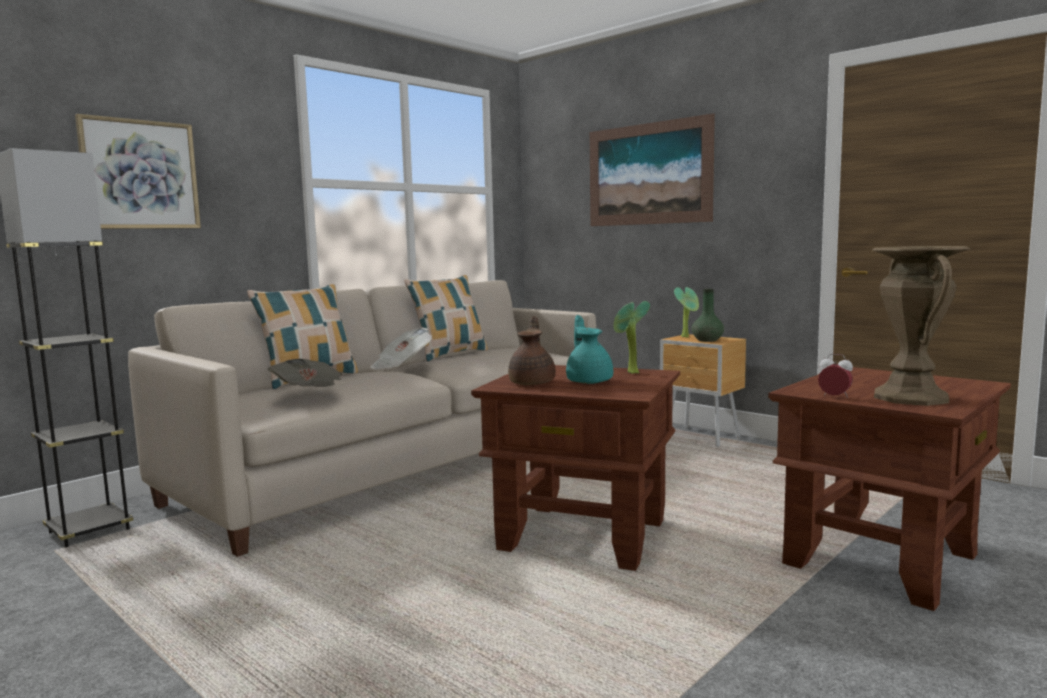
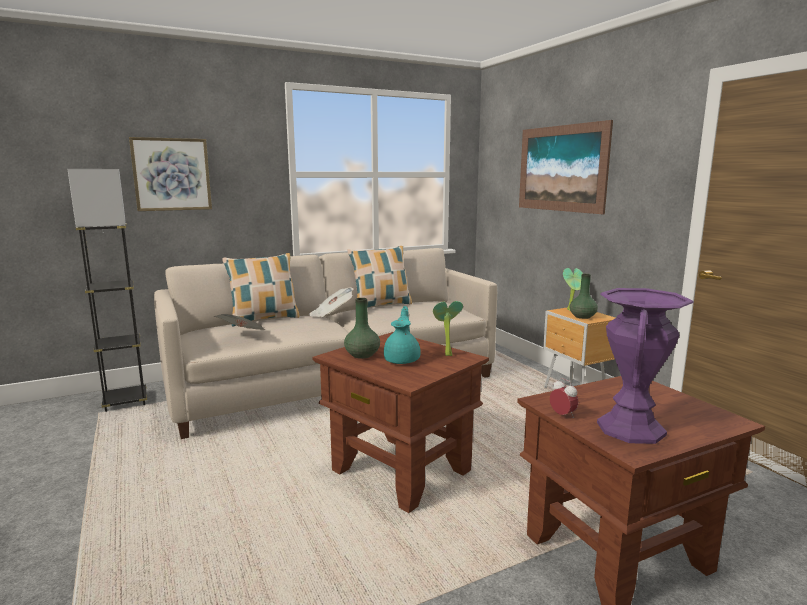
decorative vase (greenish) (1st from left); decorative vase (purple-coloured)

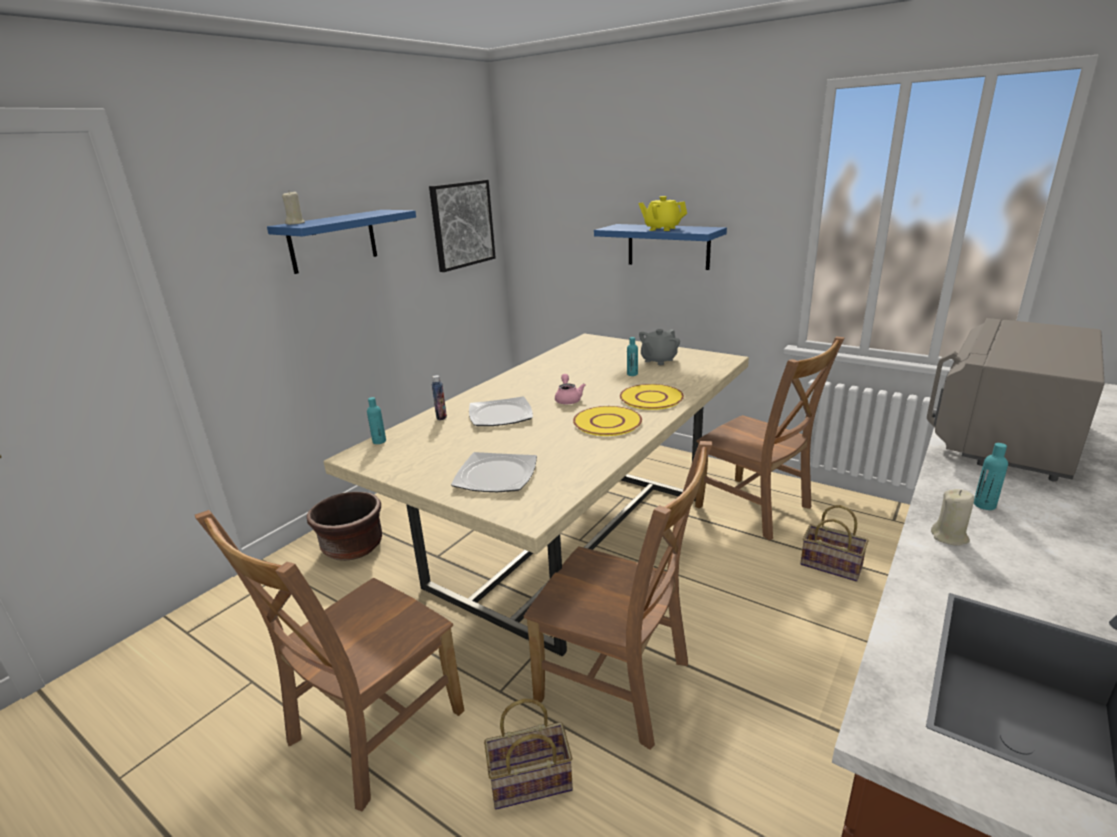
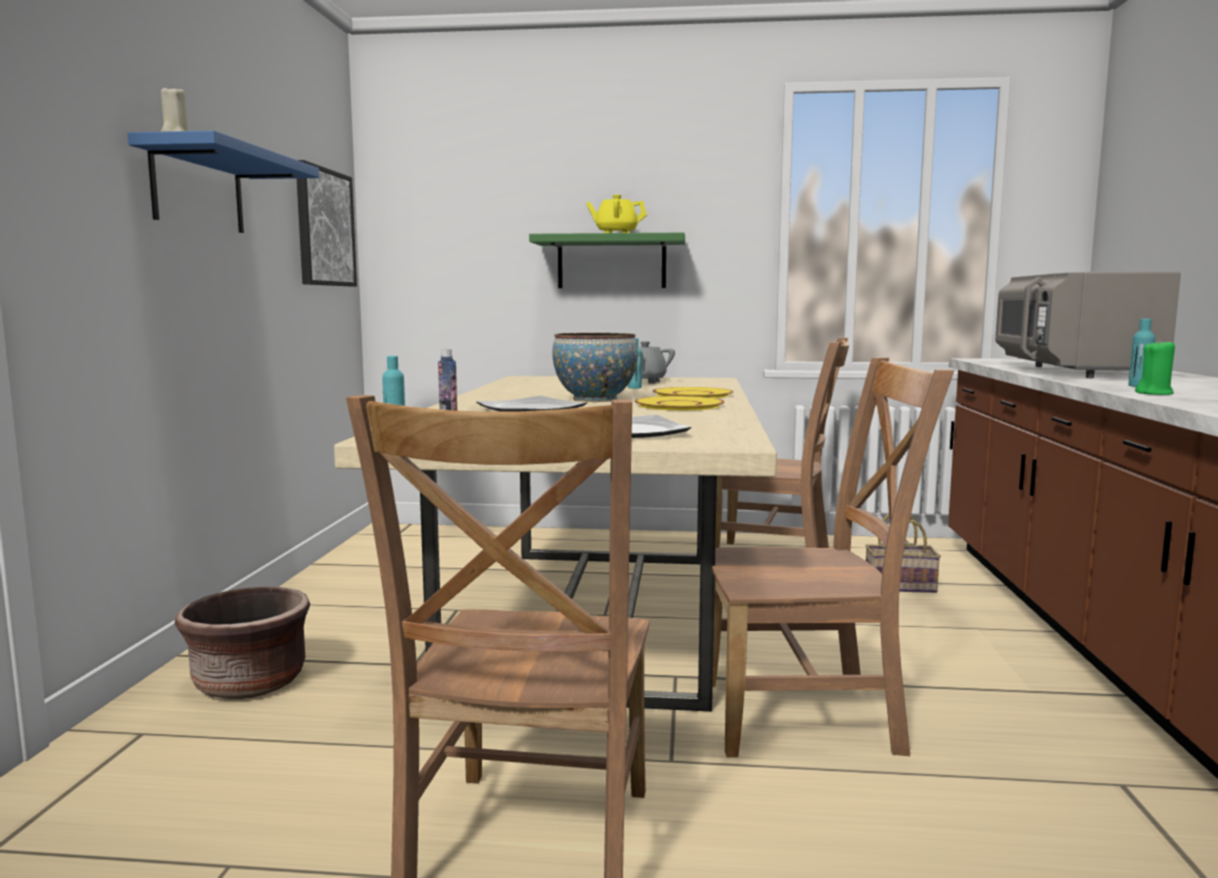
shelf (greenish); deep dish; wax candle (greenish); basket (1st from left in the first image)

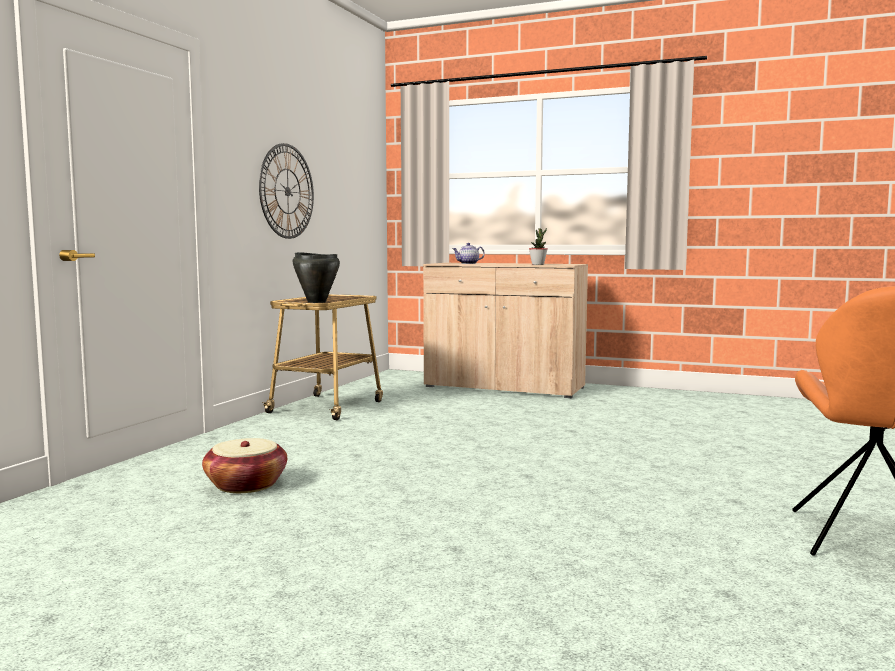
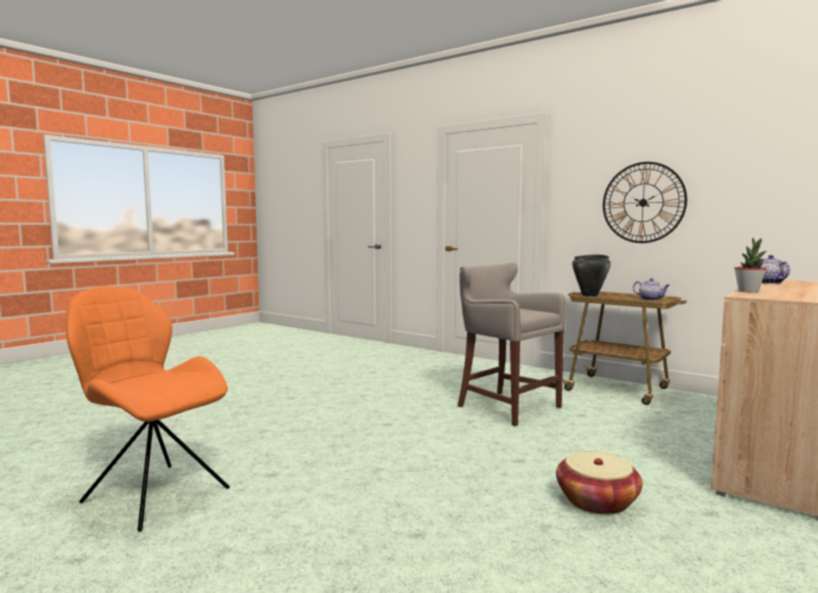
stool seat (greyish); basket; pot for tea (1st from left)

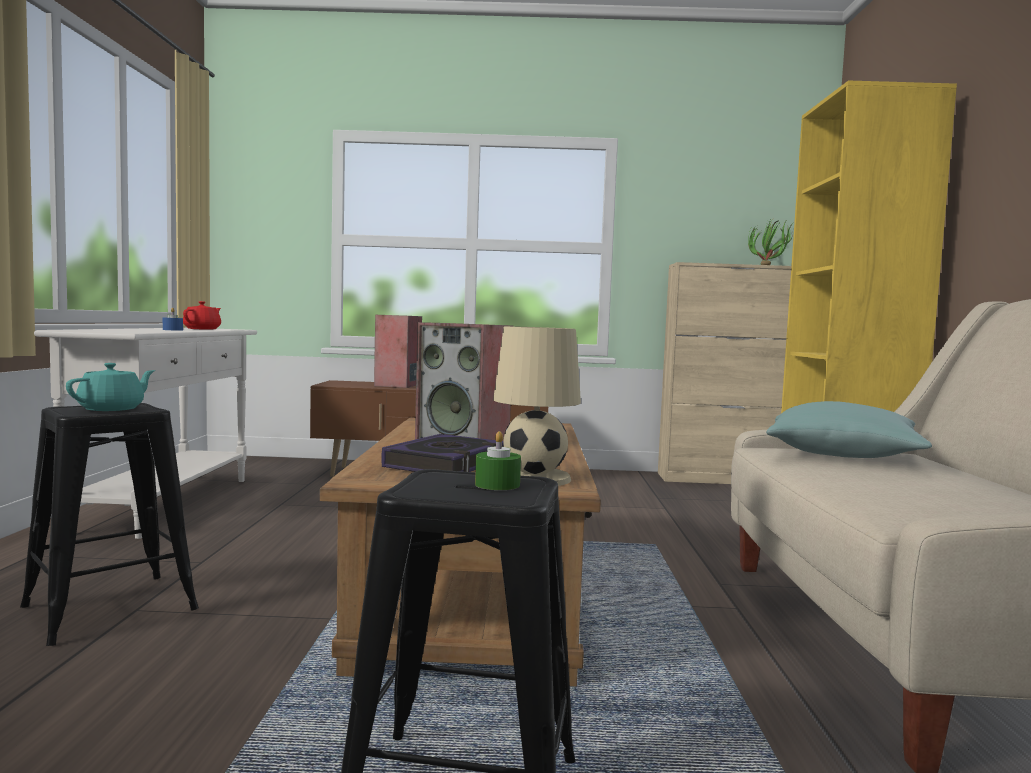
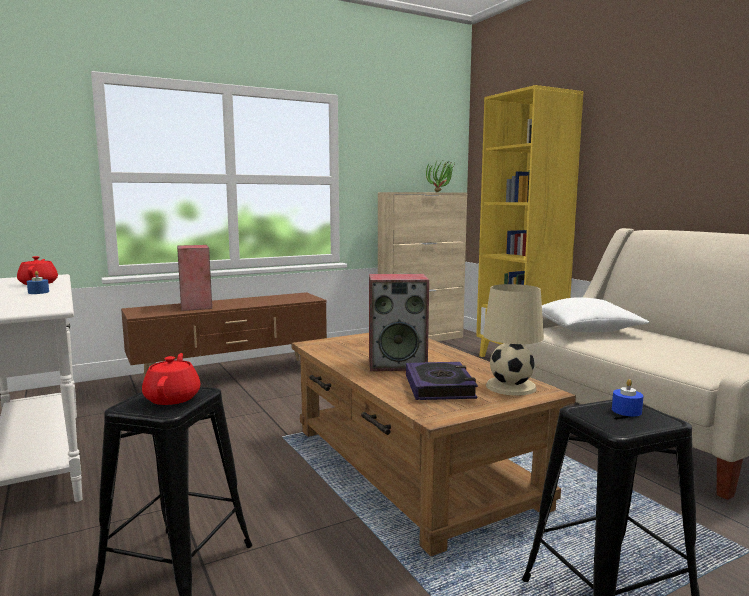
pot for tea (red-coloured) (2nd from left); pillow (white); wax candle (blue-coloured) (2nd from left)

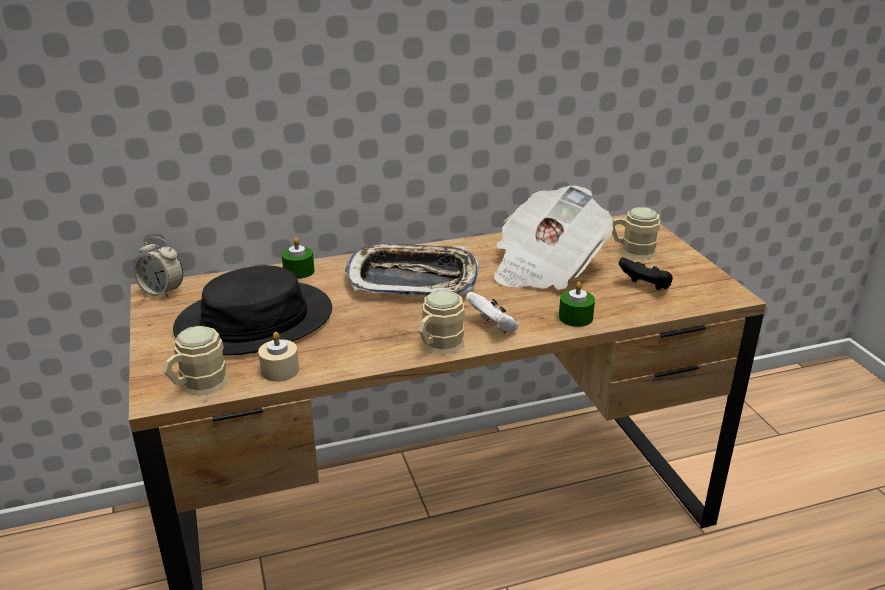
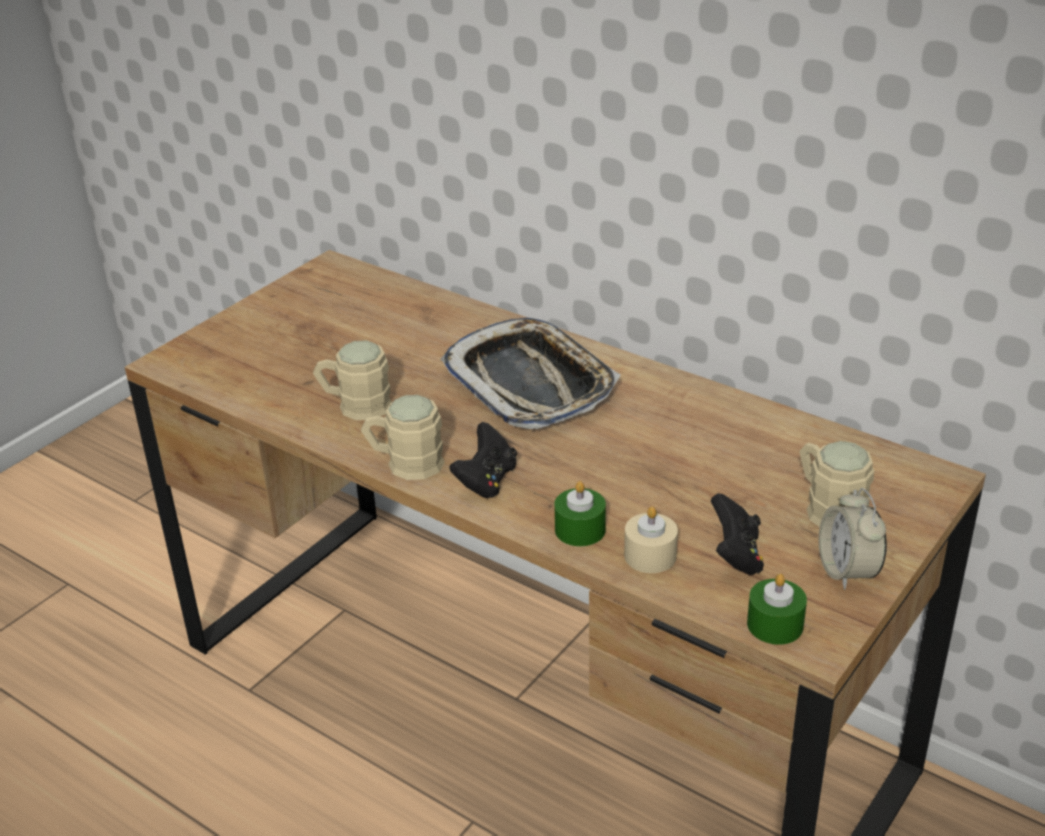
tea mug (beige-coloured) (1st from left); game controller (blackish) (1st from left); wax candle (beige-coloured); wax candle (greenish) (2nd from left); bedside clock; clothing hat (blackish); printed paper

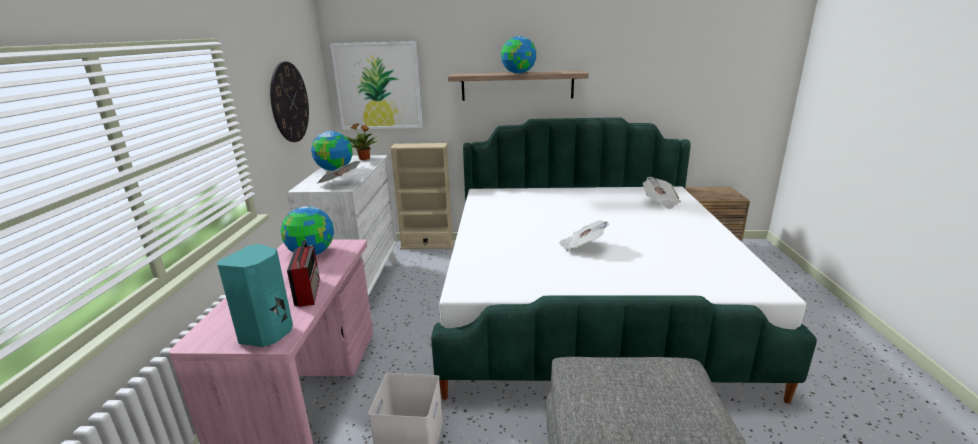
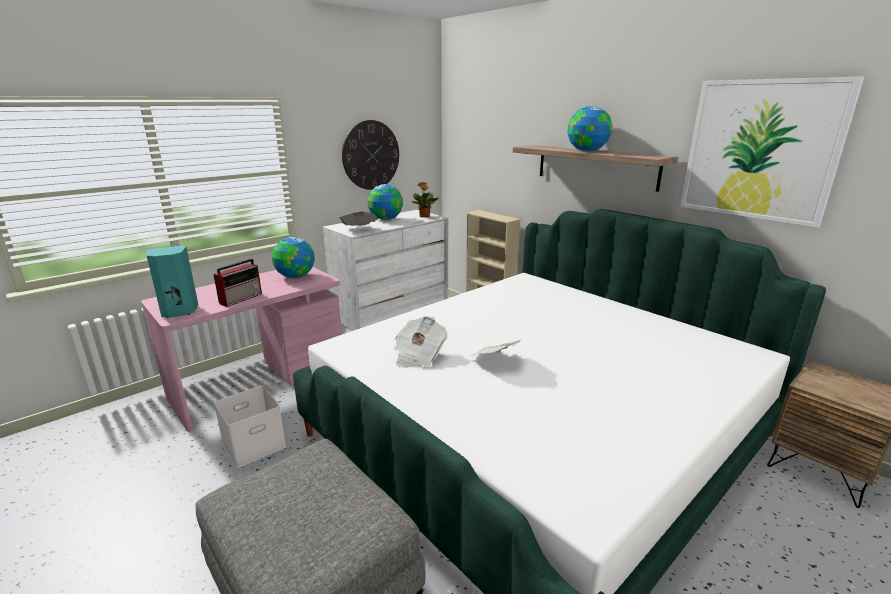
printed paper (2nd from left); wall picture

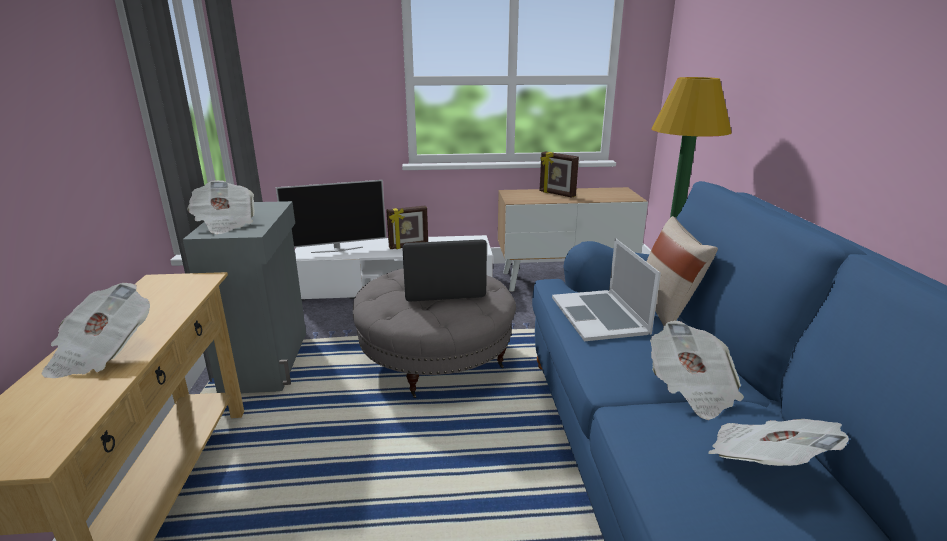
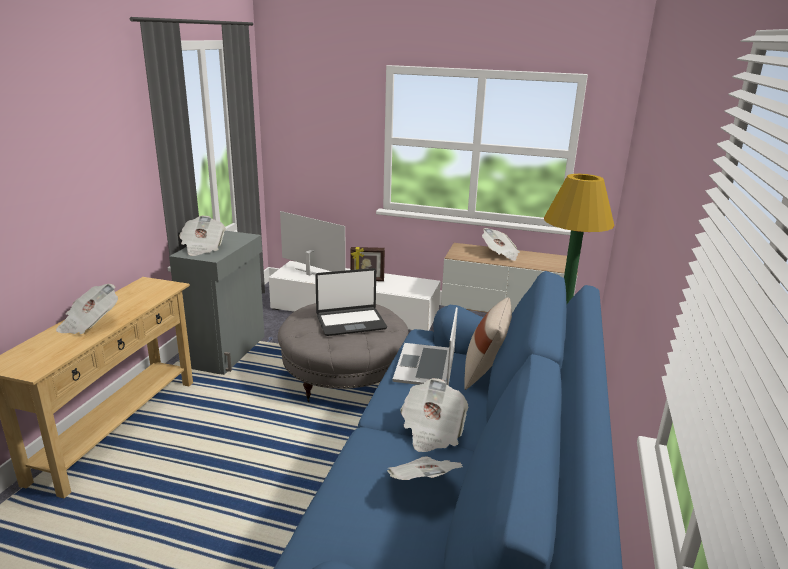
television; notebook computer (1st from left); printed paper (5th from left)

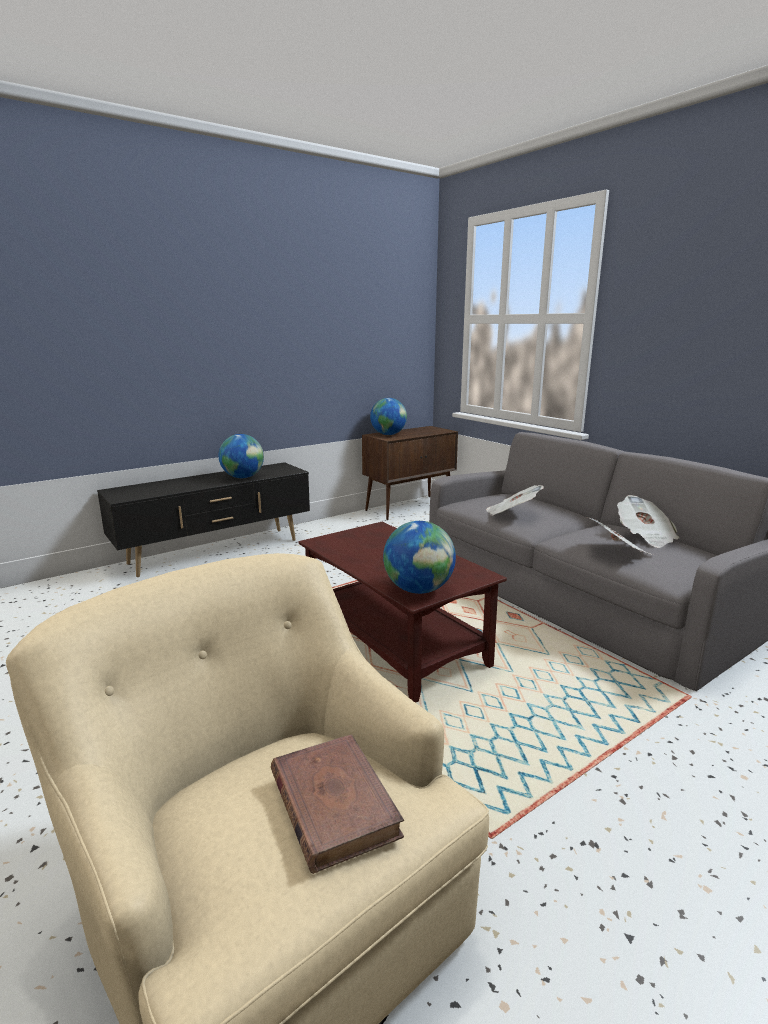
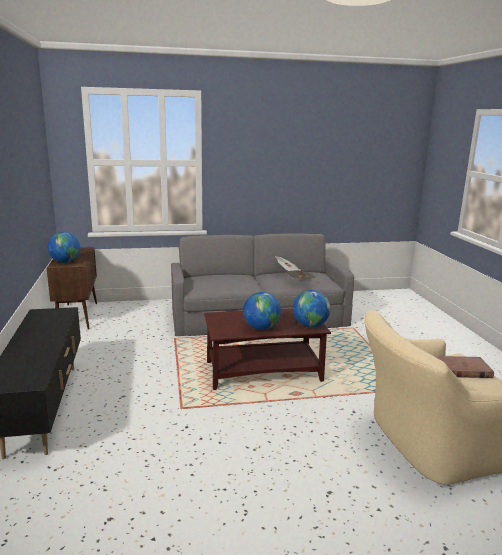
desk globe (2nd from left); printed paper (1st from left in the first image)

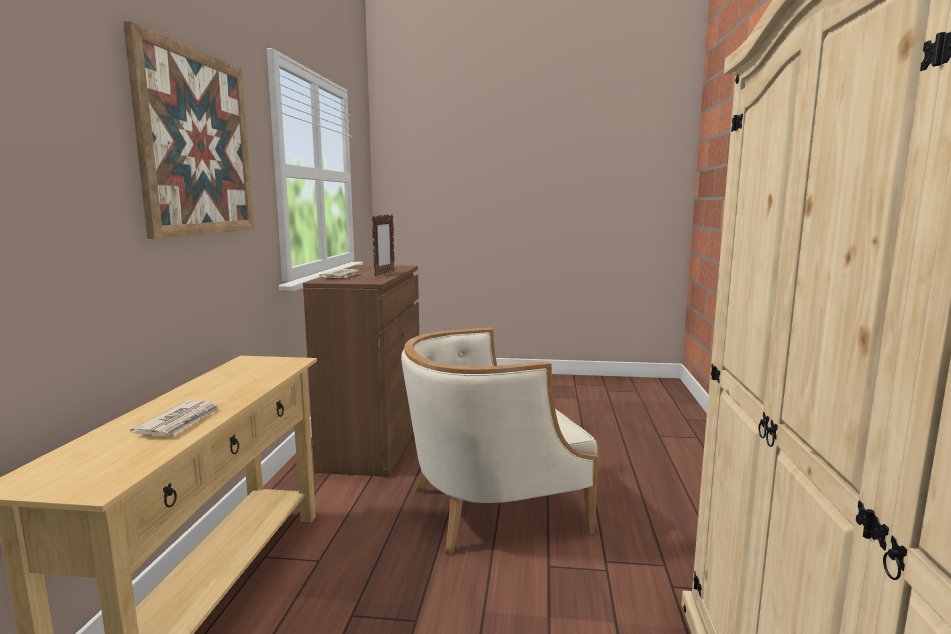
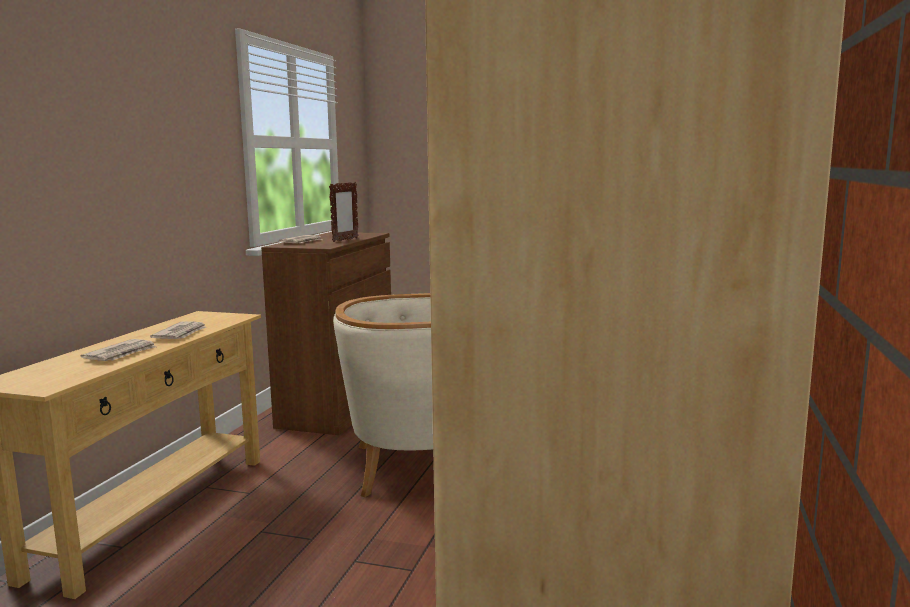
printed paper (2nd from left); wall picture

